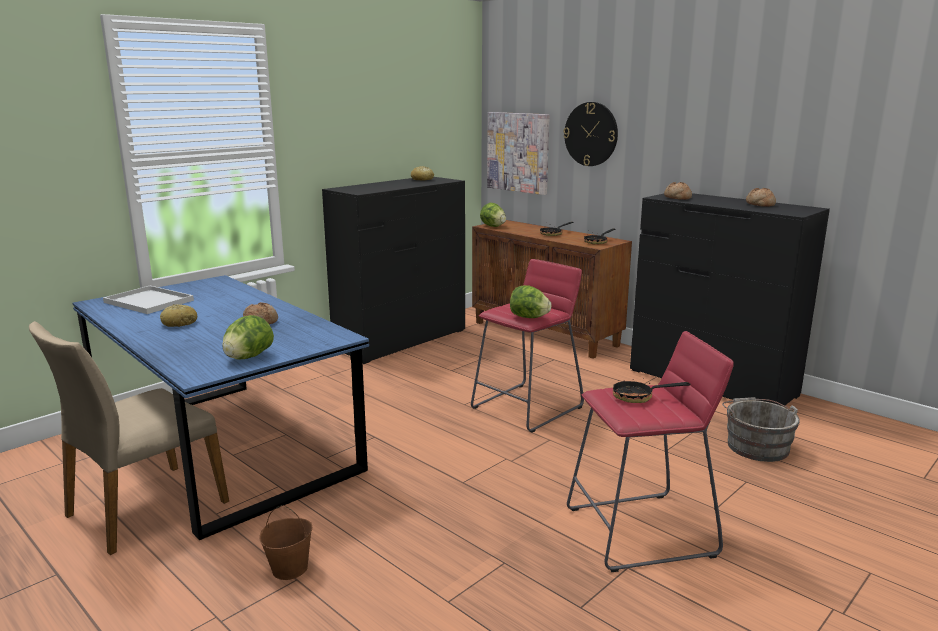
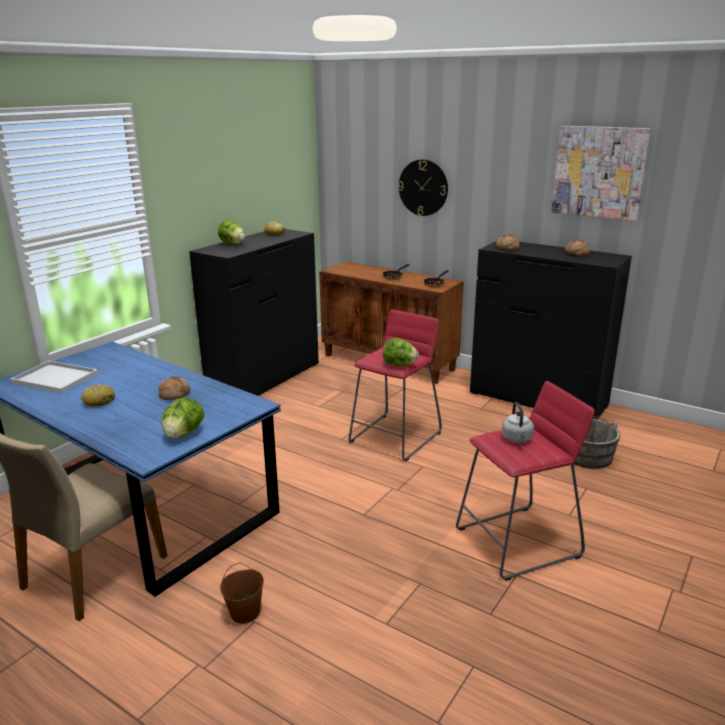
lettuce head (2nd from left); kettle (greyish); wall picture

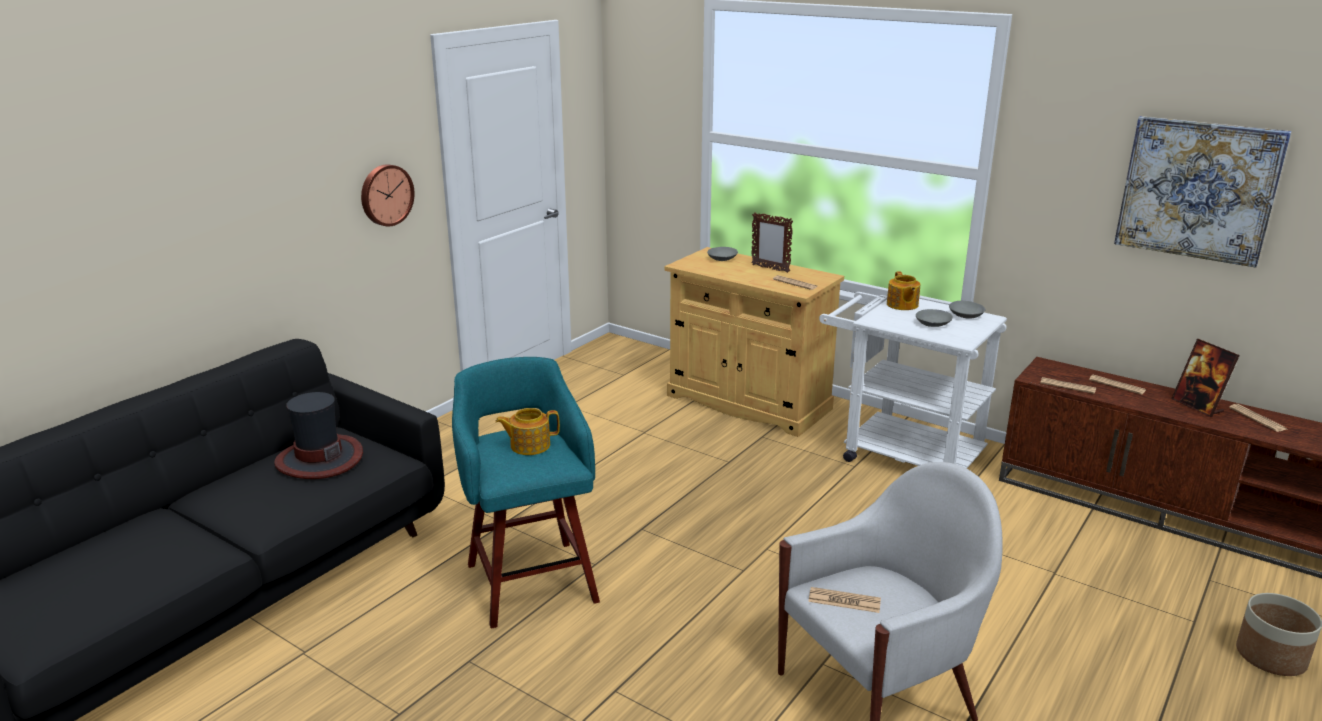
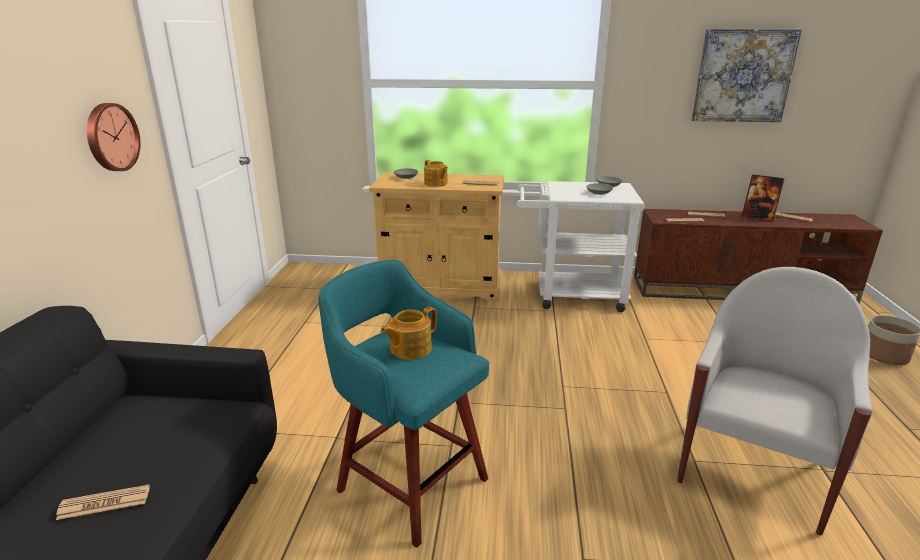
printed paper (1st from left); pot for tea (2nd from left); clothing hat; standing frame (1st from left in the first image)

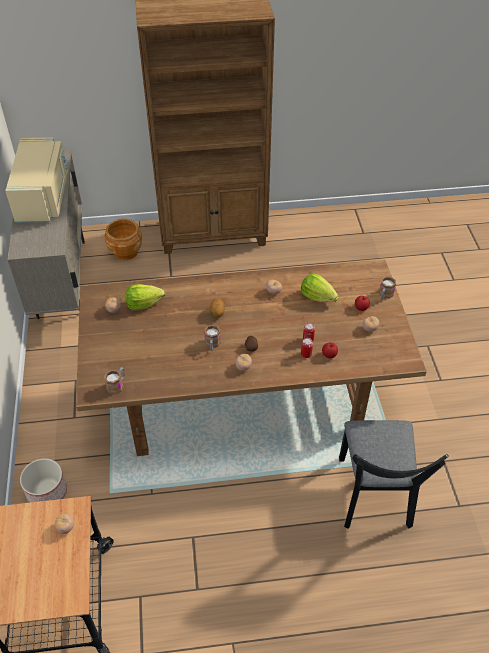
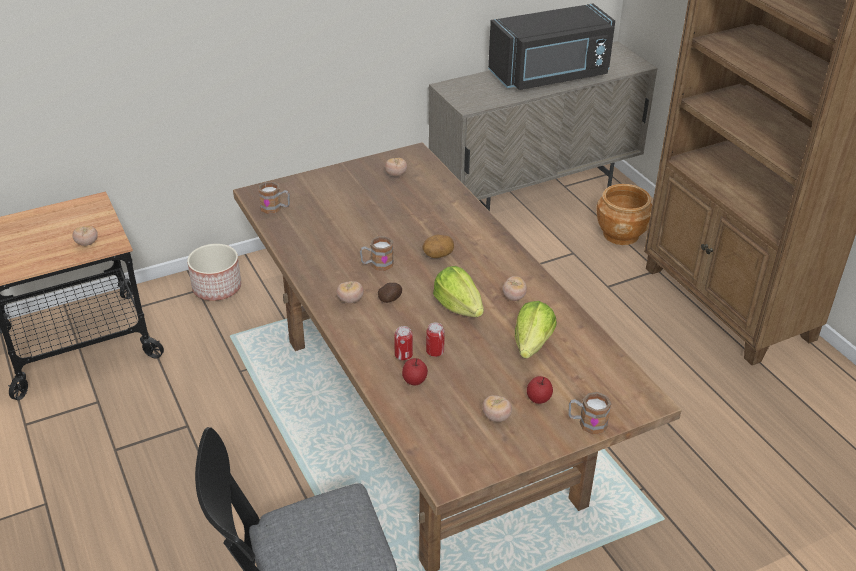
lettuce head (1st from left); kitchen microwave (blackish)

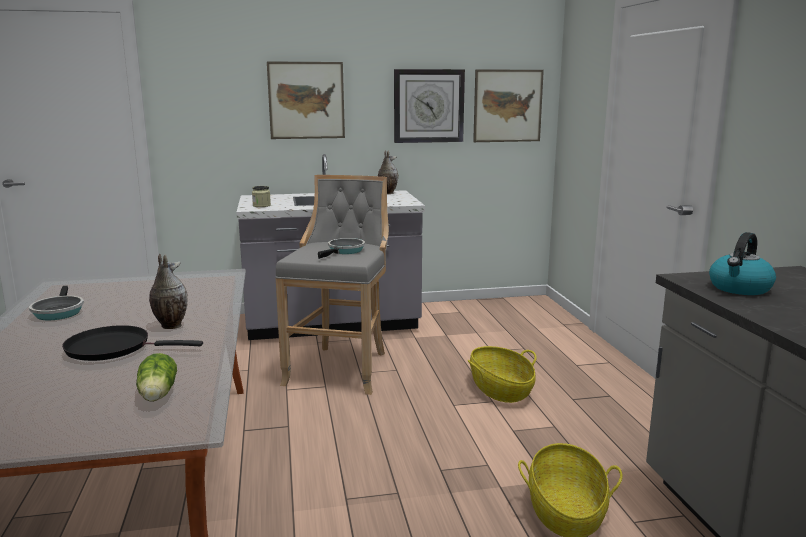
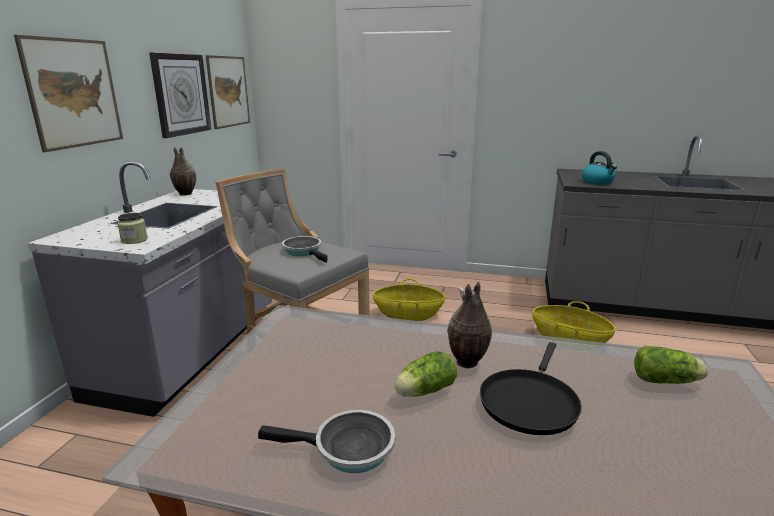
lettuce head (1st from left)

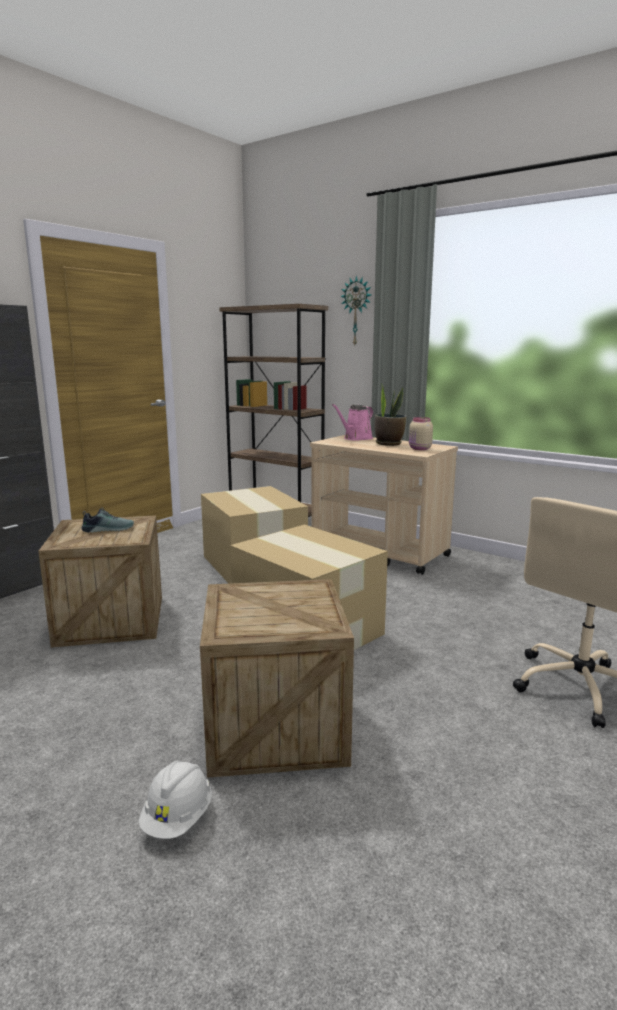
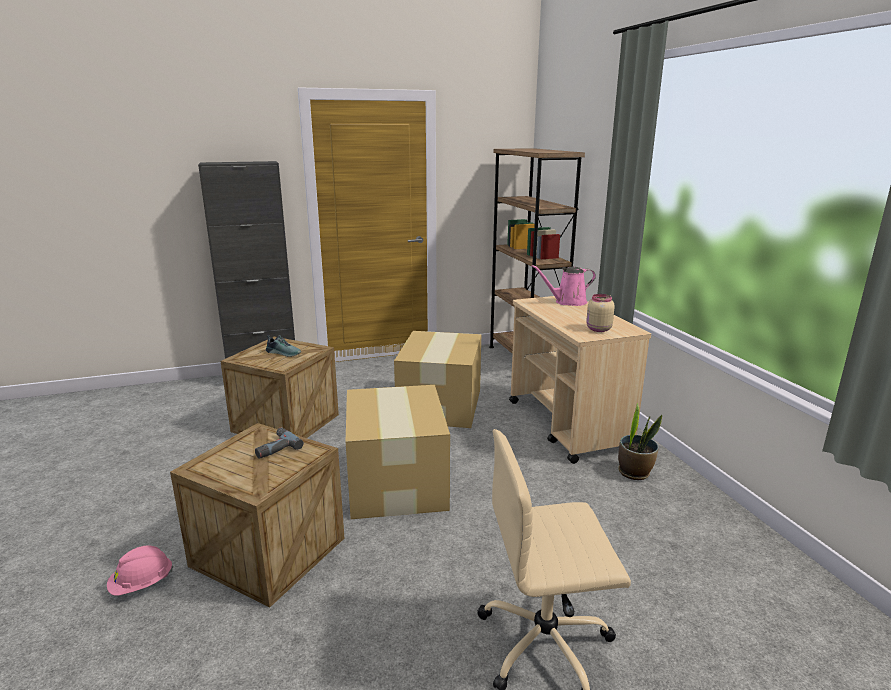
hard hat (pink); power drill; houseplant; clock on the wall

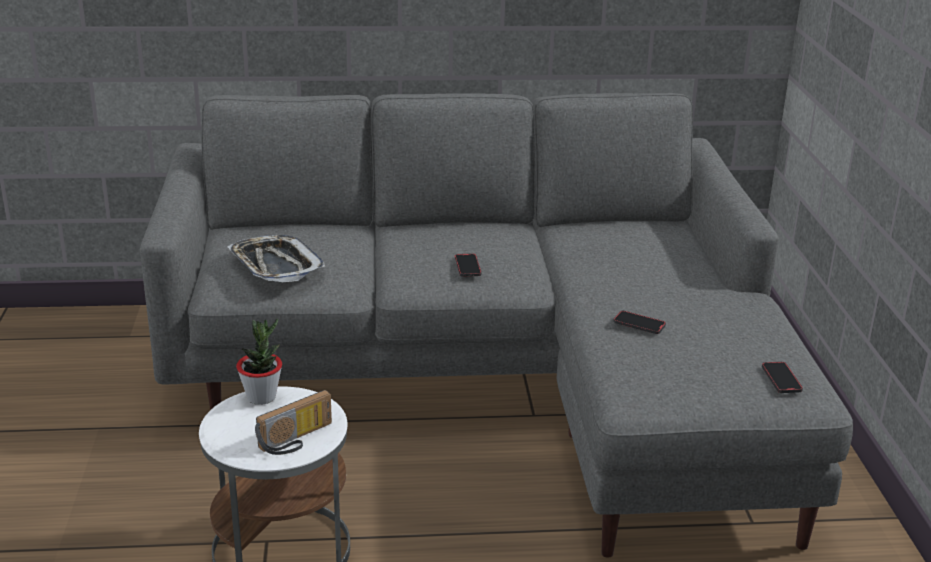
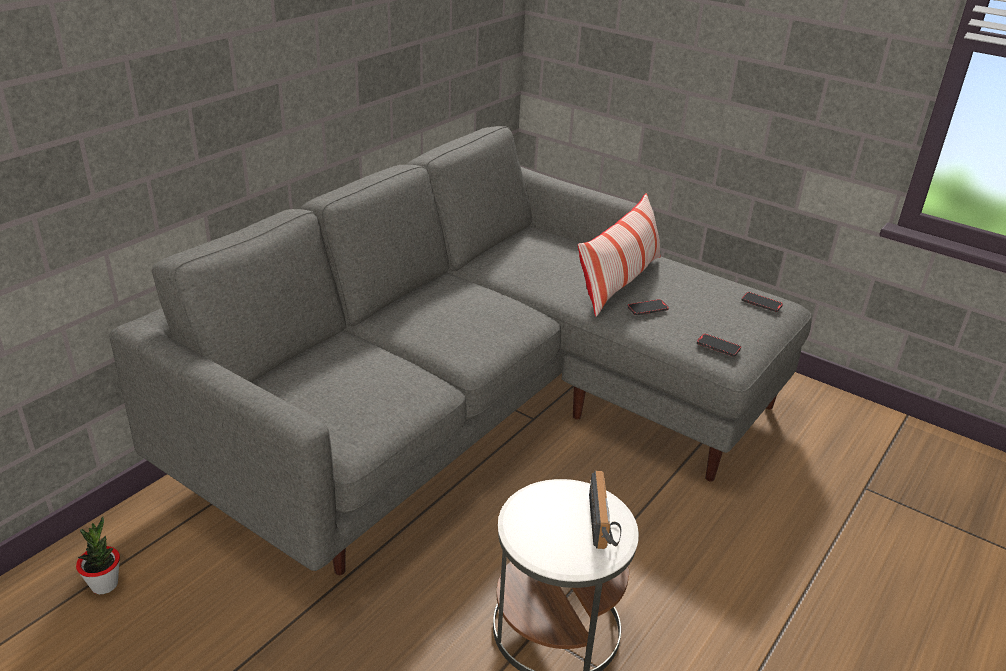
houseplant; pillow; handset (2nd from left); tray

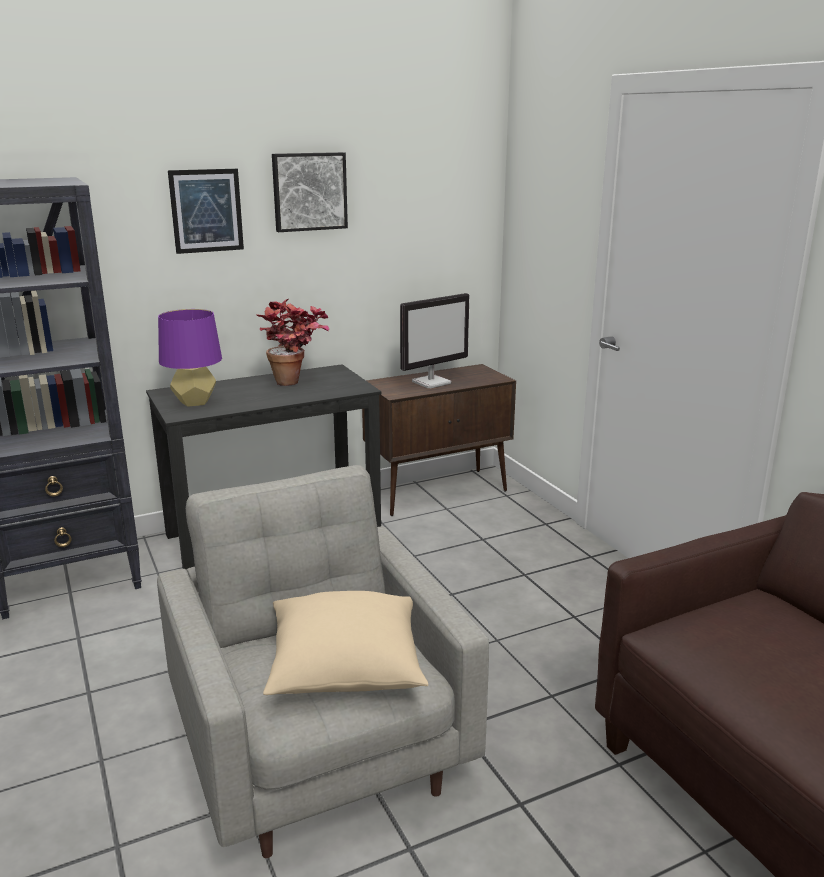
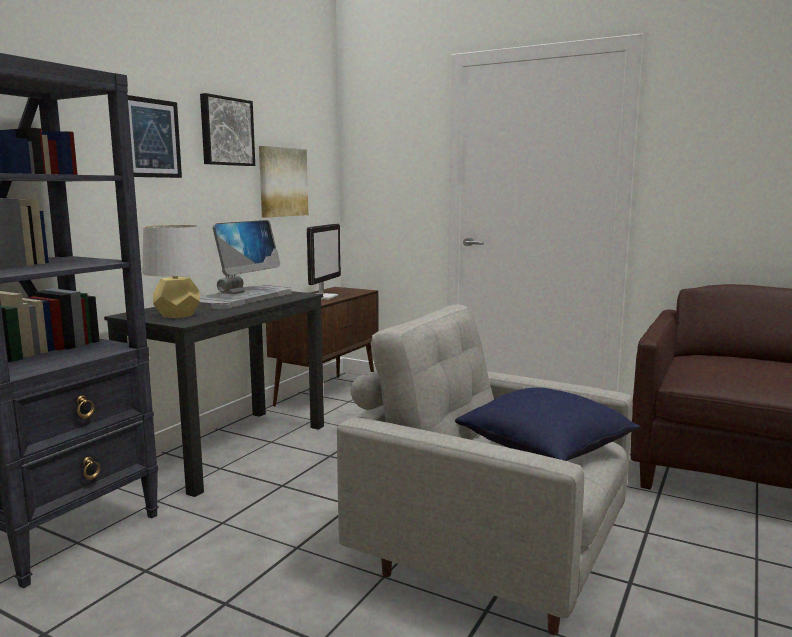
lamp for a table (greyish); computer screen (1st from left); wall picture (3rd from left); pillow (blue-coloured)

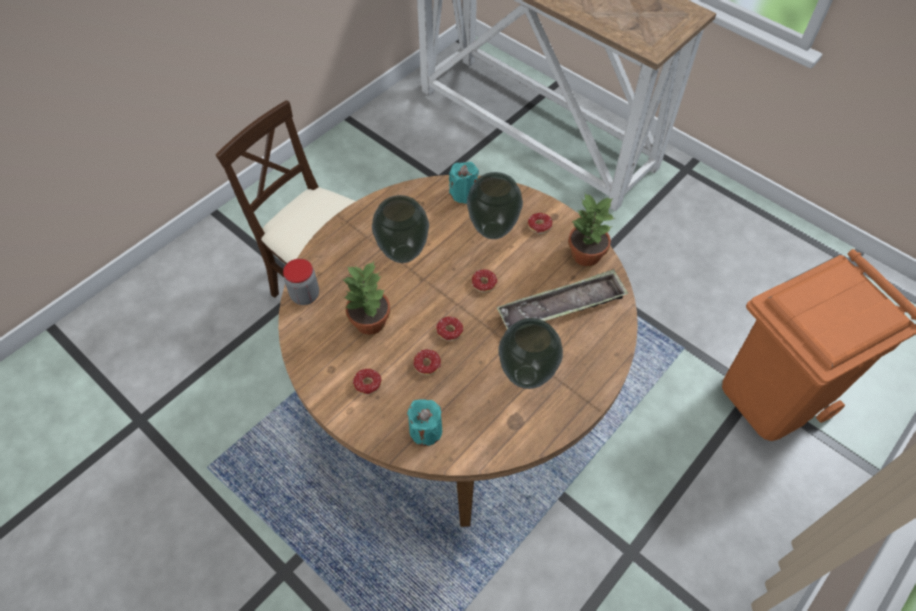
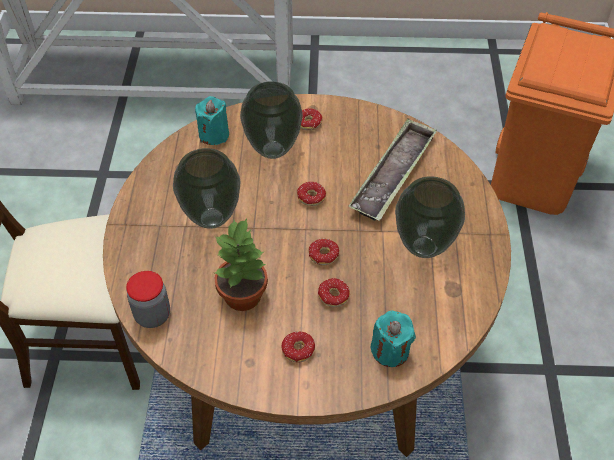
houseplant (2nd from left in the first image)

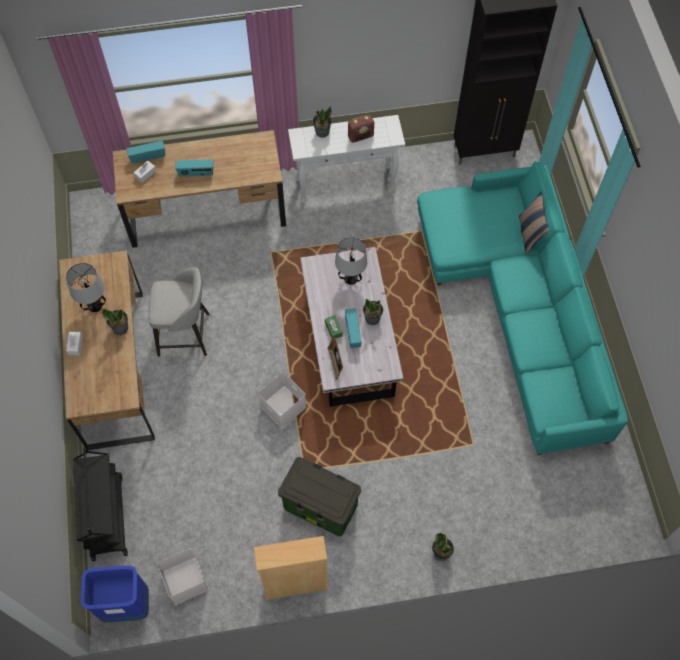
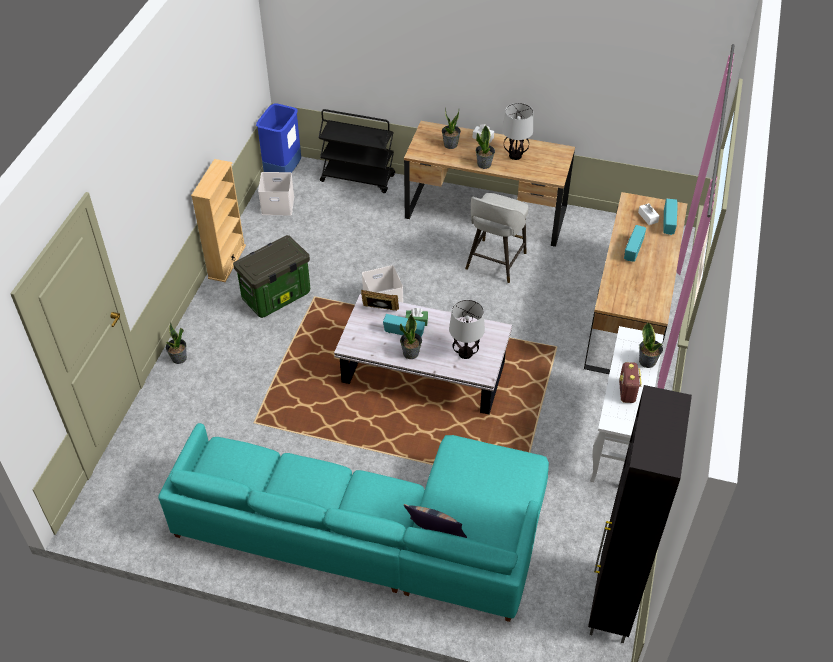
houseplant (3rd from left)

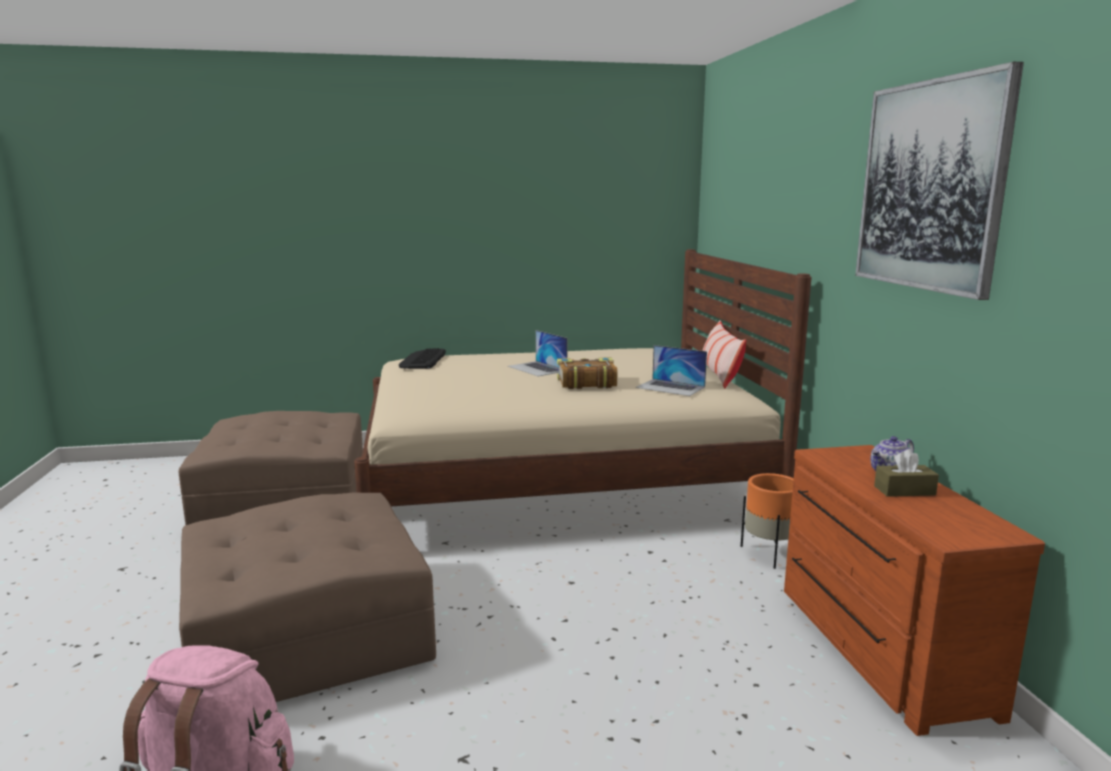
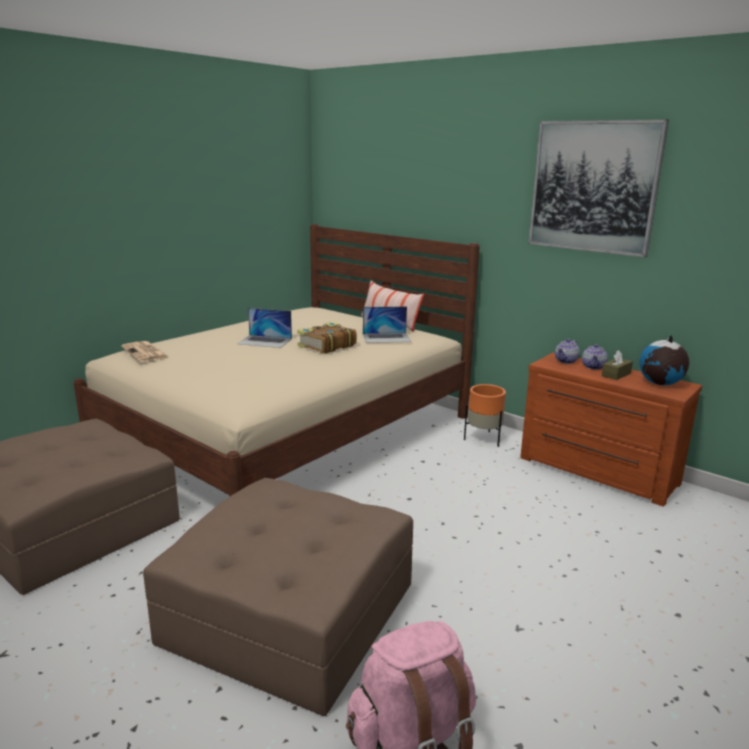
printed paper; pot for tea (1st from left); desk globe

